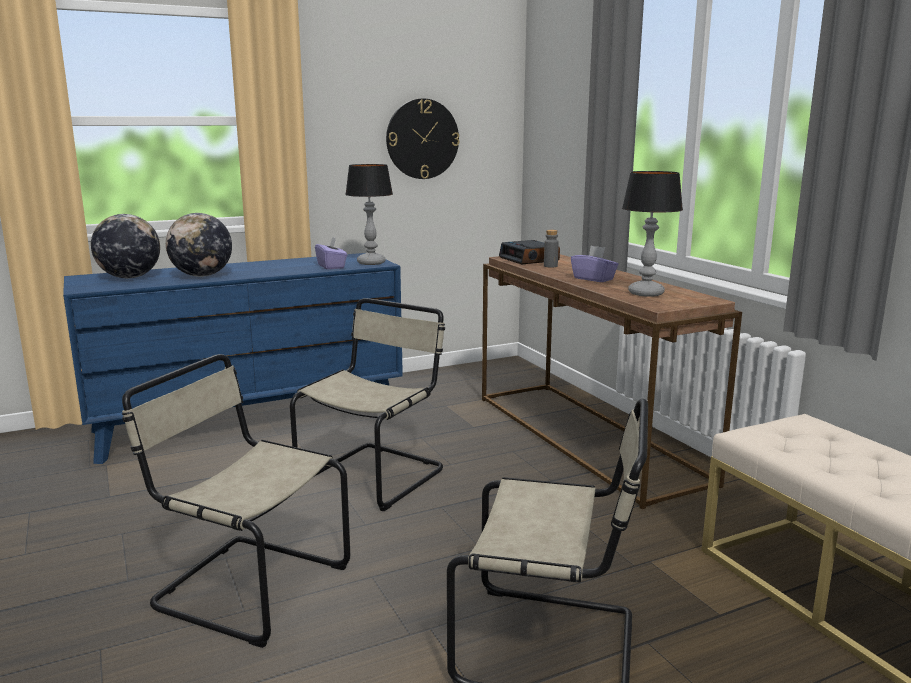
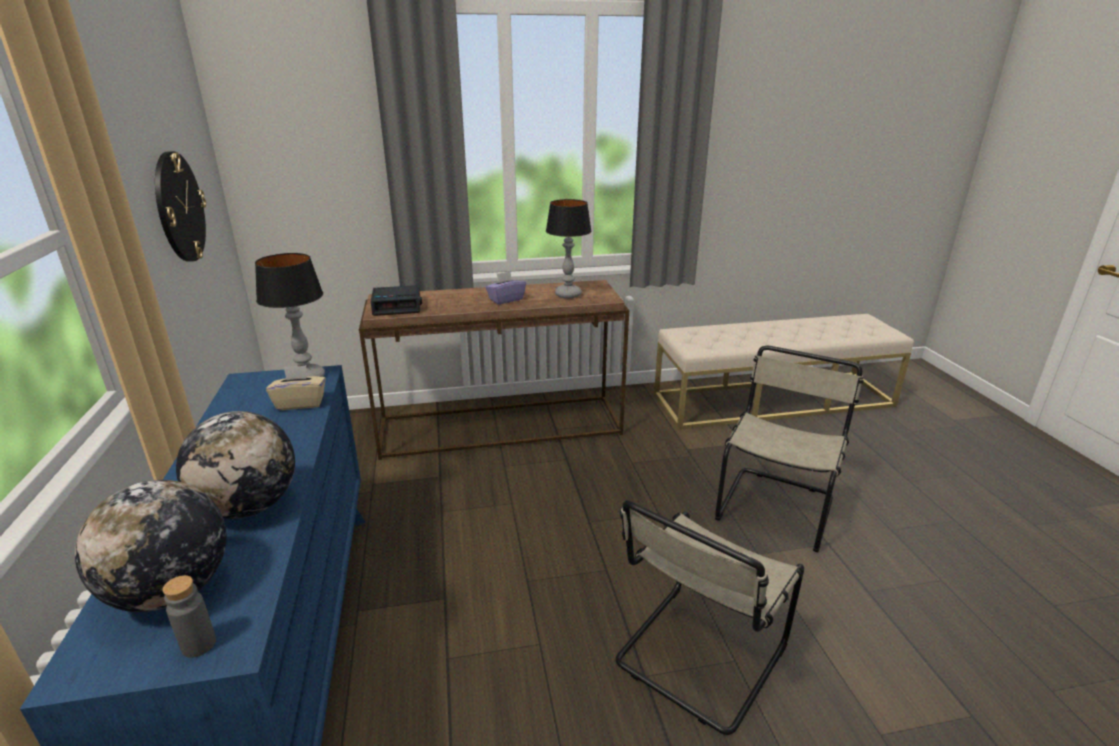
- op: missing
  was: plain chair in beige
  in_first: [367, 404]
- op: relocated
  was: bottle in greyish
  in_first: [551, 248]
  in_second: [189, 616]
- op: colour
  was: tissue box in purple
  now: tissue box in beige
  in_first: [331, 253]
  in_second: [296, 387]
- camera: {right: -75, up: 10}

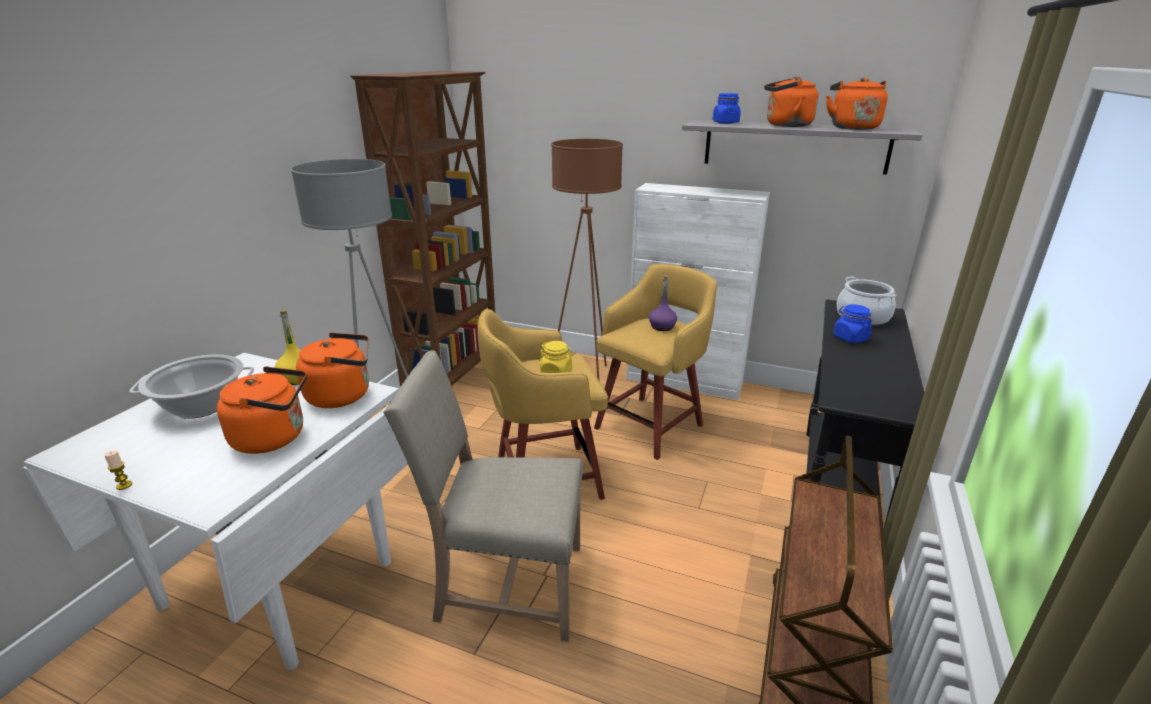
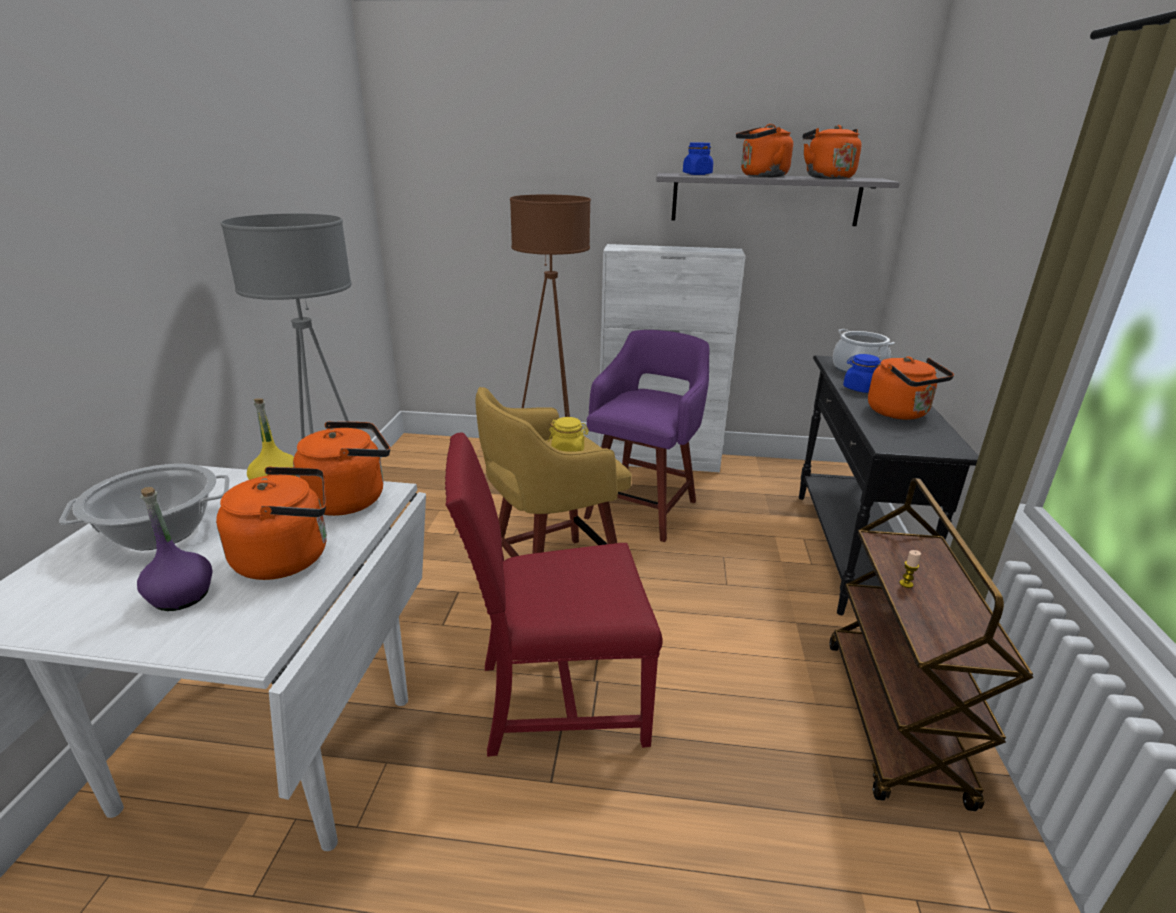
- op: missing
  was: shelving unit in brownish
  in_first: [422, 229]
- op: appeared
  now: water kettle in orangey
  in_second: [911, 388]
- op: relocated
  was: wax light
  in_first: [118, 470]
  in_second: [910, 569]
- op: relocated
  was: bottle in purple
  in_first: [663, 303]
  in_second: [174, 549]
- op: colour
  was: plain chair in beige
  now: plain chair in red
  in_first: [483, 496]
  in_second: [554, 594]
- op: colour
  was: sitting stool in yellowish
  now: sitting stool in purple
  in_first: [655, 362]
  in_second: [646, 436]
- camera: {right: -15, up: 0}

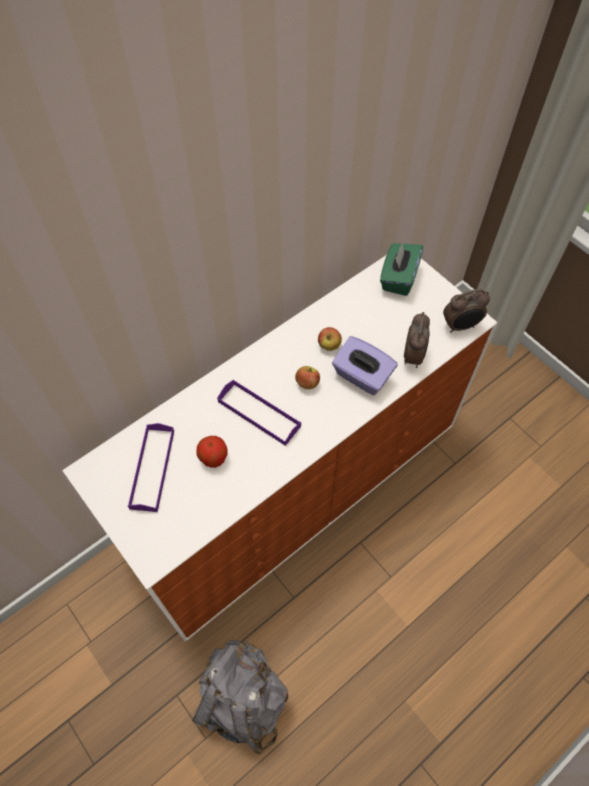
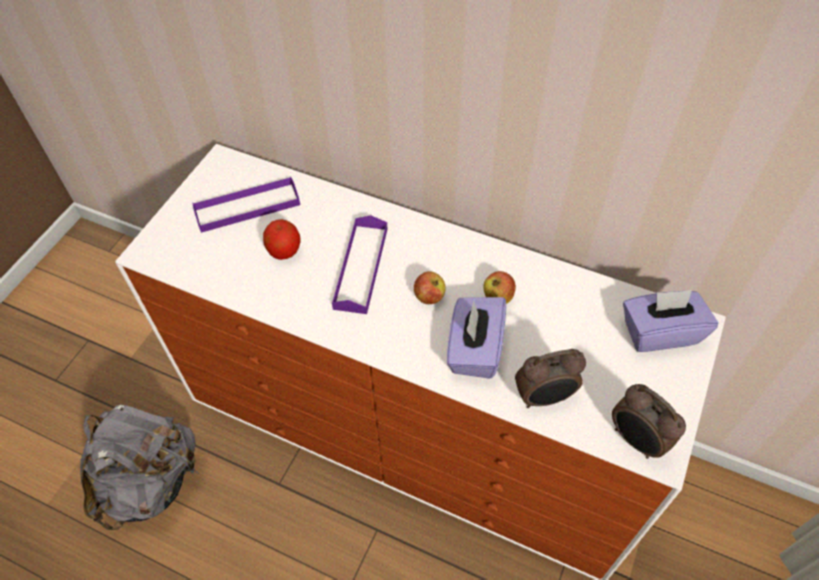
- op: colour
  was: tissue box in green-coloured
  now: tissue box in purple
  in_first: [401, 269]
  in_second: [671, 321]
- camera: {right: 65, up: -5}

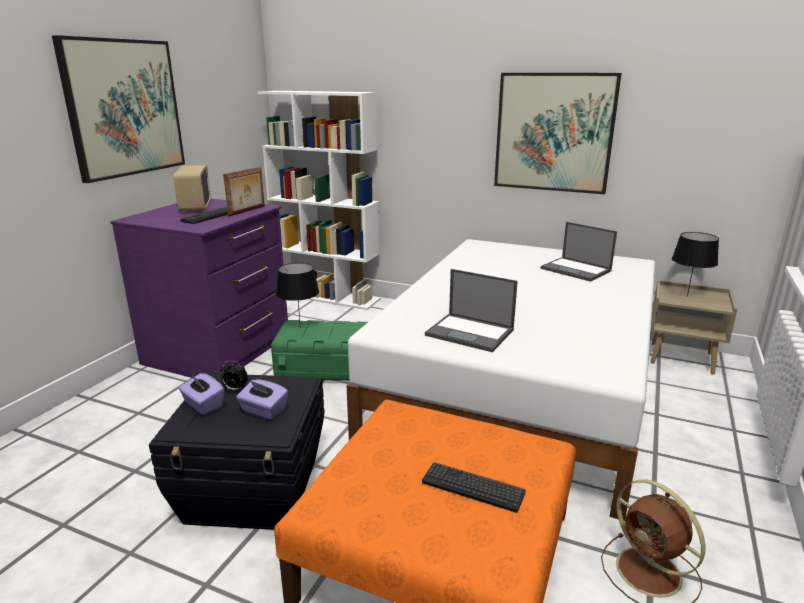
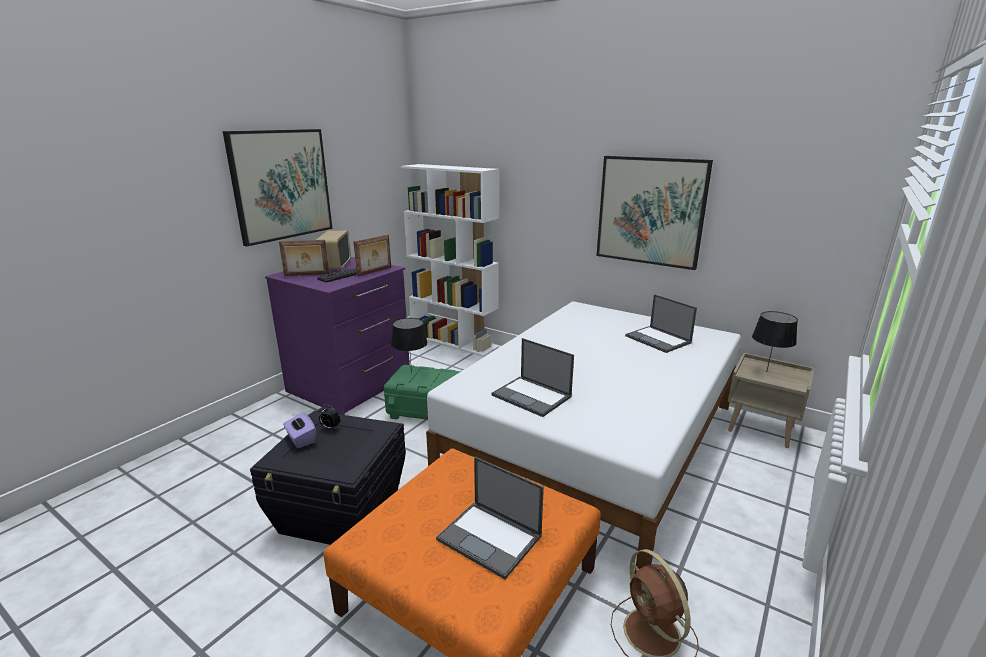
- op: missing
  was: tissue box in purple
  in_first: [262, 399]
- op: appeared
  now: standing frame
  in_second: [304, 258]
- op: exchanged
  was: PC keyboard
  now: portable computer
  in_first: [474, 487]
  in_second: [490, 518]
- camera: {right: 10, up: 0}

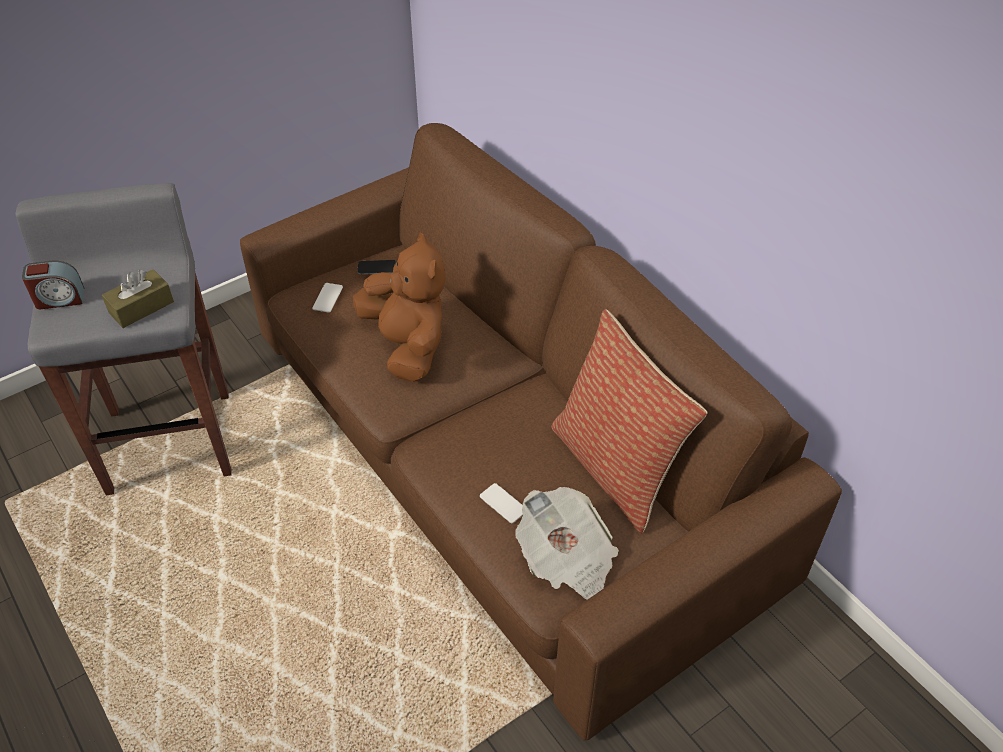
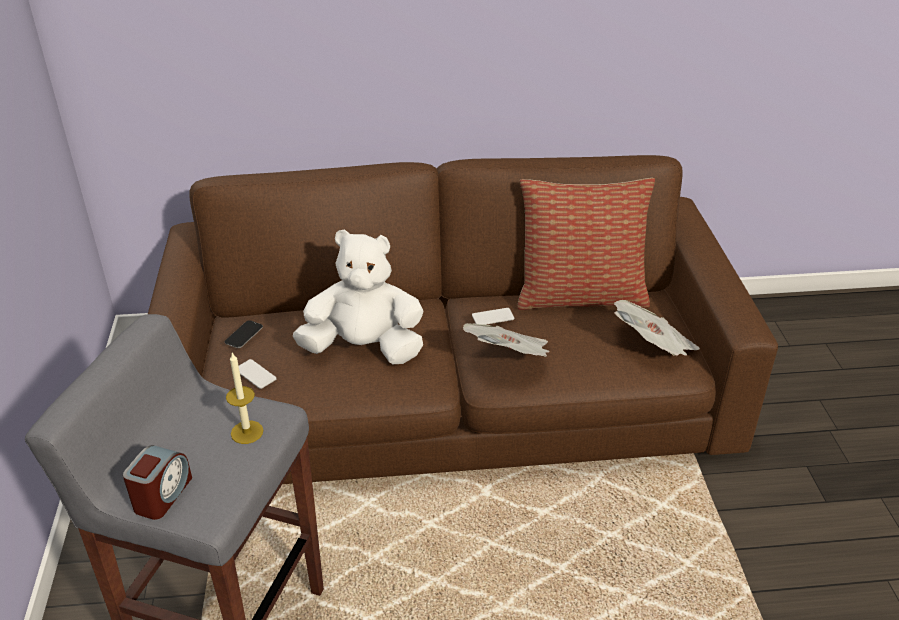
- op: appeared
  now: printed paper
  in_second: [506, 340]
- op: relocated
  was: handset
  in_first: [501, 503]
  in_second: [493, 316]
- op: exchanged
  was: tissue box in brownish
  now: wax light
  in_first: [138, 298]
  in_second: [244, 398]
- op: colour
  was: soft toy in brownish
  now: soft toy in whitish
  in_first: [399, 307]
  in_second: [358, 296]
- camera: {right: -60, up: -10}

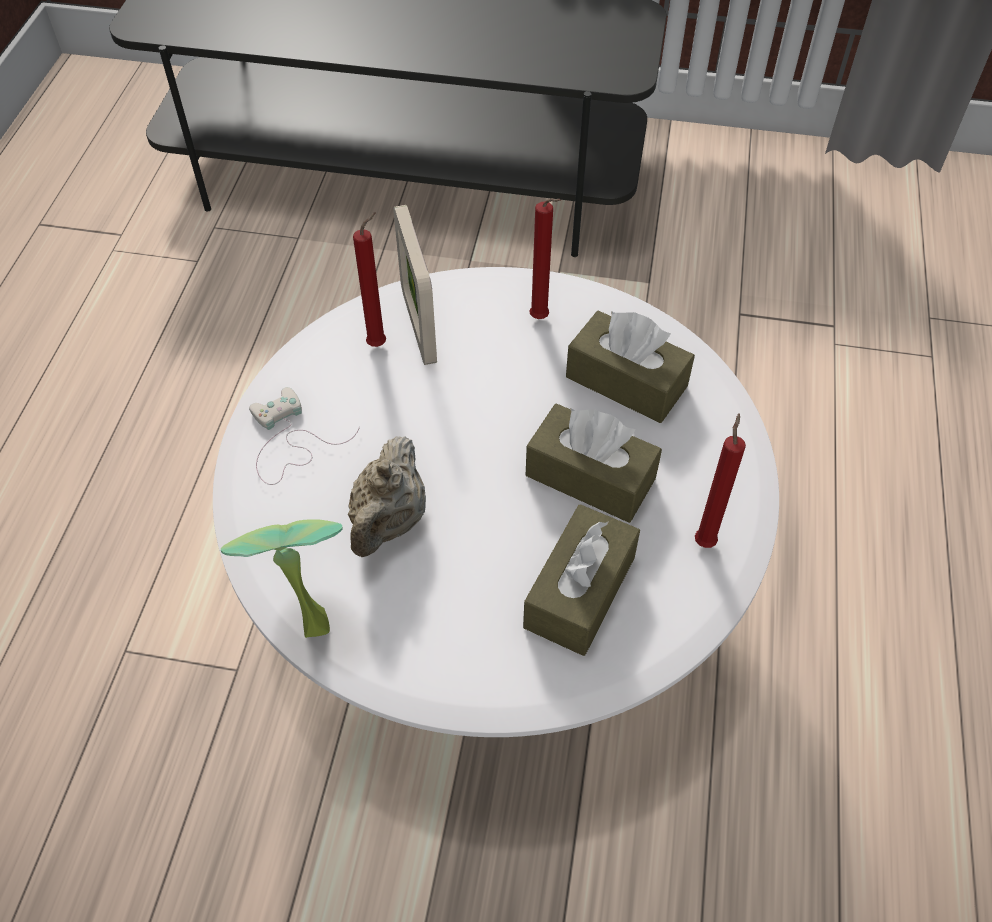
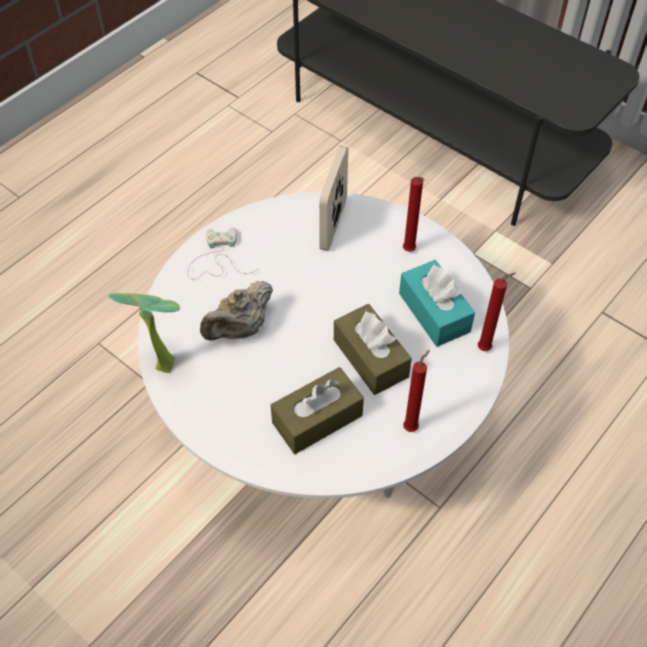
- op: relocated
  was: wax light in red
  in_first: [369, 279]
  in_second: [497, 312]
- op: colour
  was: tissue box in brownish
  now: tissue box in turquoise-coloured
  in_first: [630, 367]
  in_second: [437, 303]
- camera: {right: 30, up: 0}

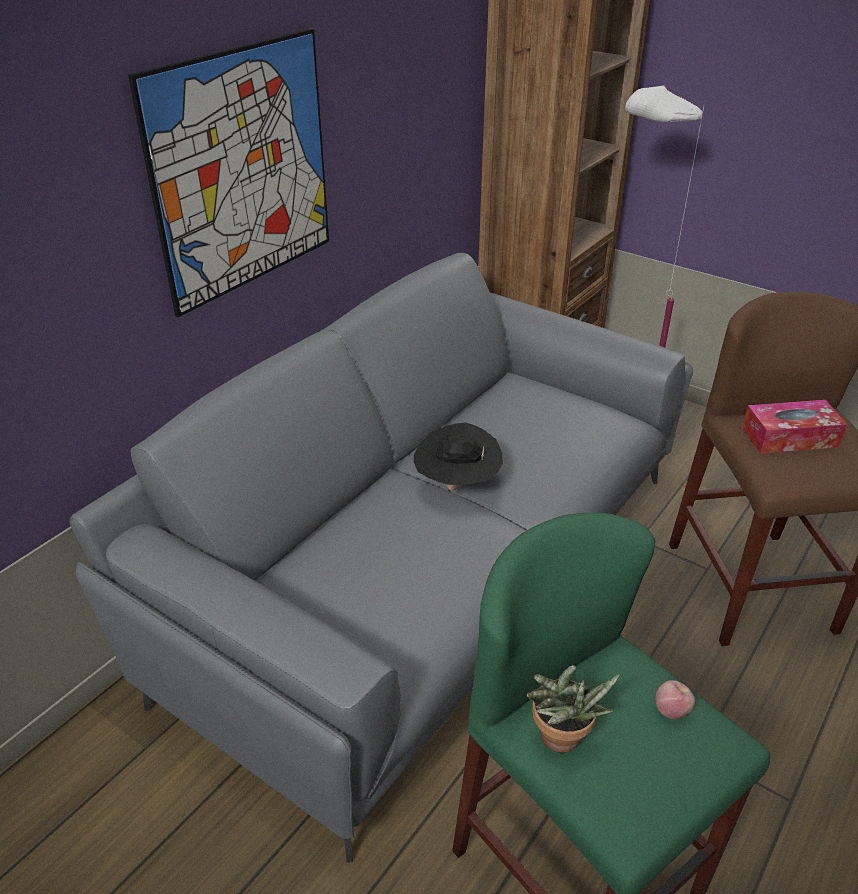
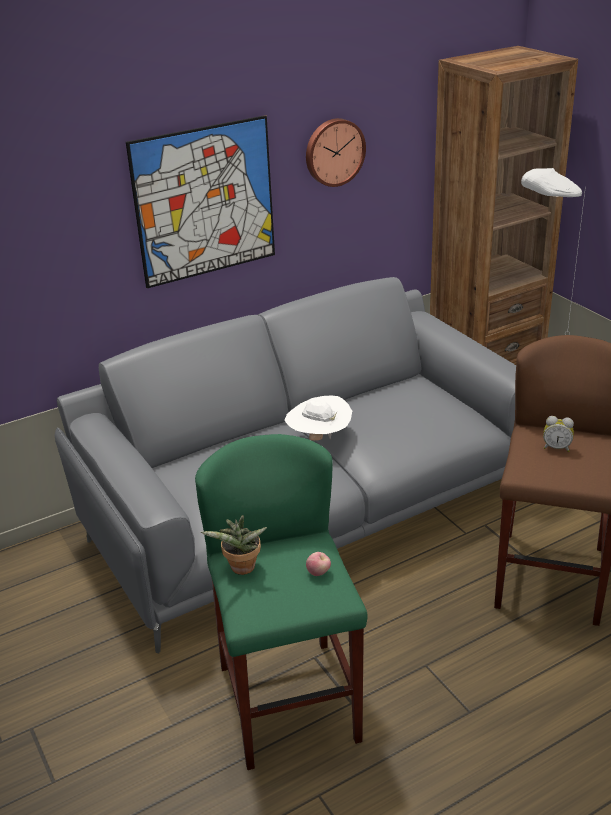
- op: appeared
  now: hanging clock
  in_second: [336, 152]
- op: exchanged
  was: tissue box
  now: alarm clock
  in_first: [794, 427]
  in_second: [558, 434]
- op: colour
  was: hat in black-coloured
  now: hat in whitish
  in_first: [458, 456]
  in_second: [318, 418]
- camera: {right: 25, up: -5}

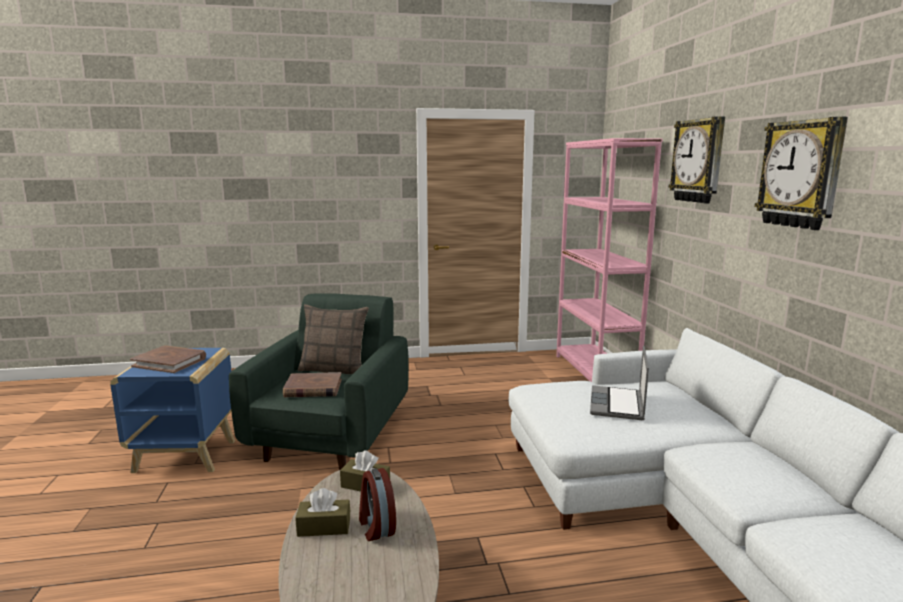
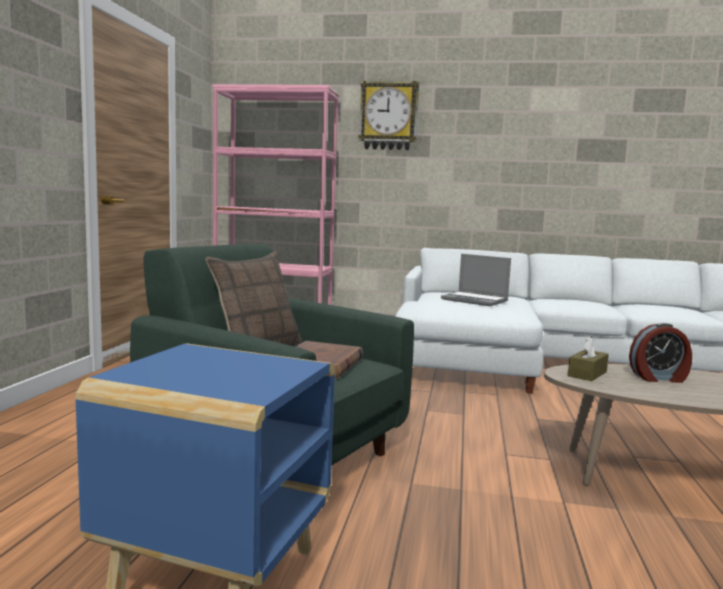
- op: missing
  was: book in brownish
  in_first: [168, 359]
- op: missing
  was: tissue box in brownish
  in_first: [322, 512]
- op: missing
  was: hanging clock
  in_first: [801, 173]
- camera: {right: -70, up: -5}

